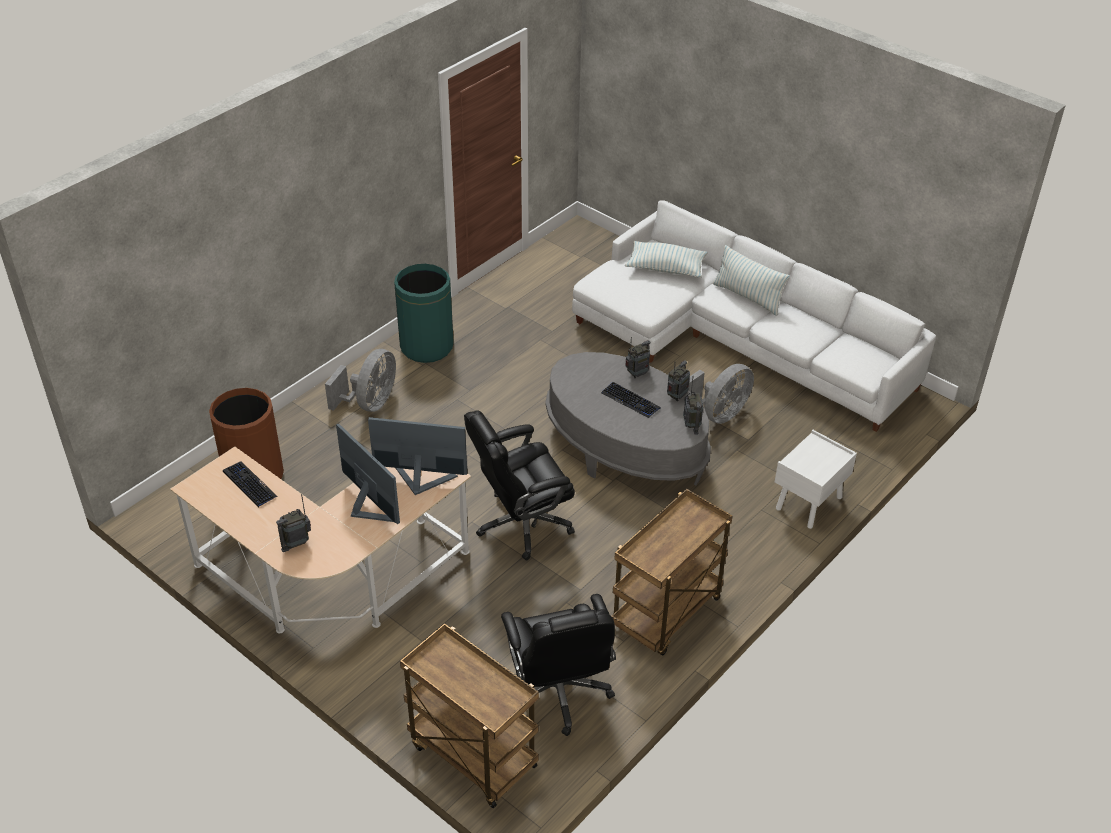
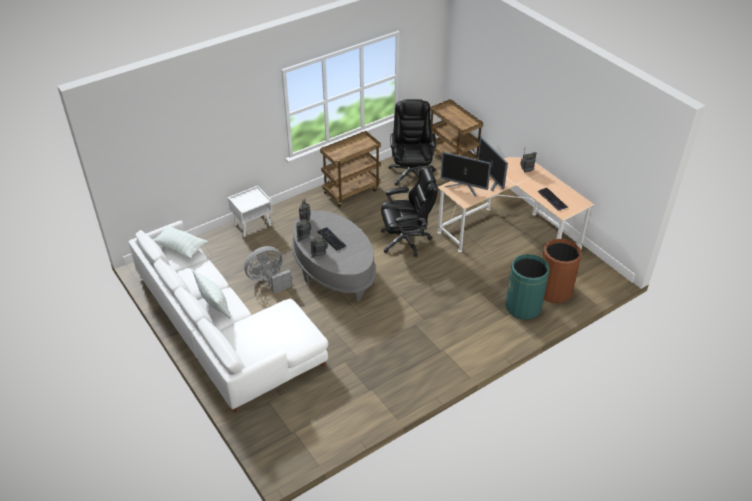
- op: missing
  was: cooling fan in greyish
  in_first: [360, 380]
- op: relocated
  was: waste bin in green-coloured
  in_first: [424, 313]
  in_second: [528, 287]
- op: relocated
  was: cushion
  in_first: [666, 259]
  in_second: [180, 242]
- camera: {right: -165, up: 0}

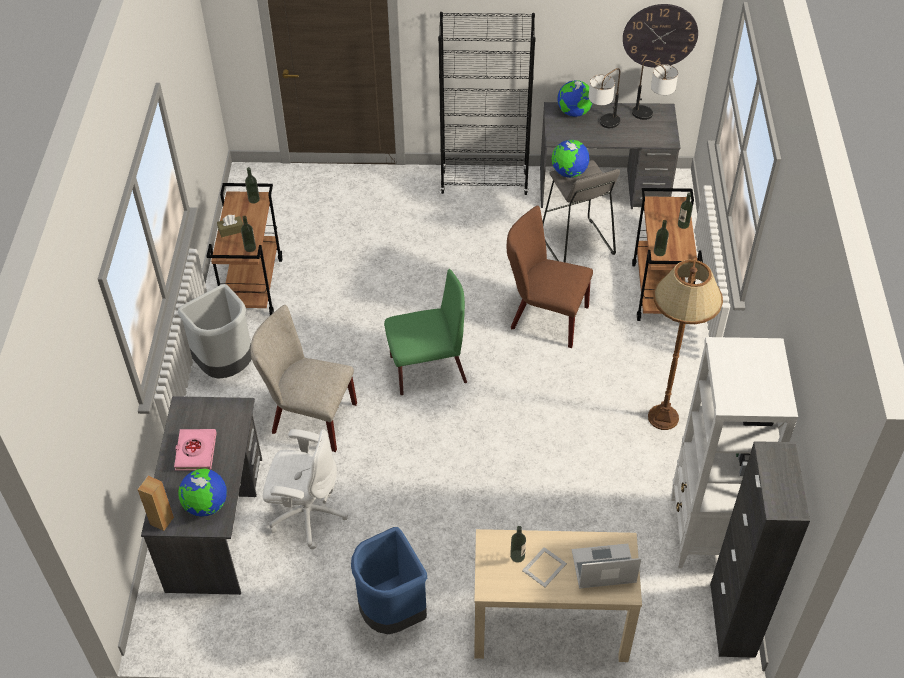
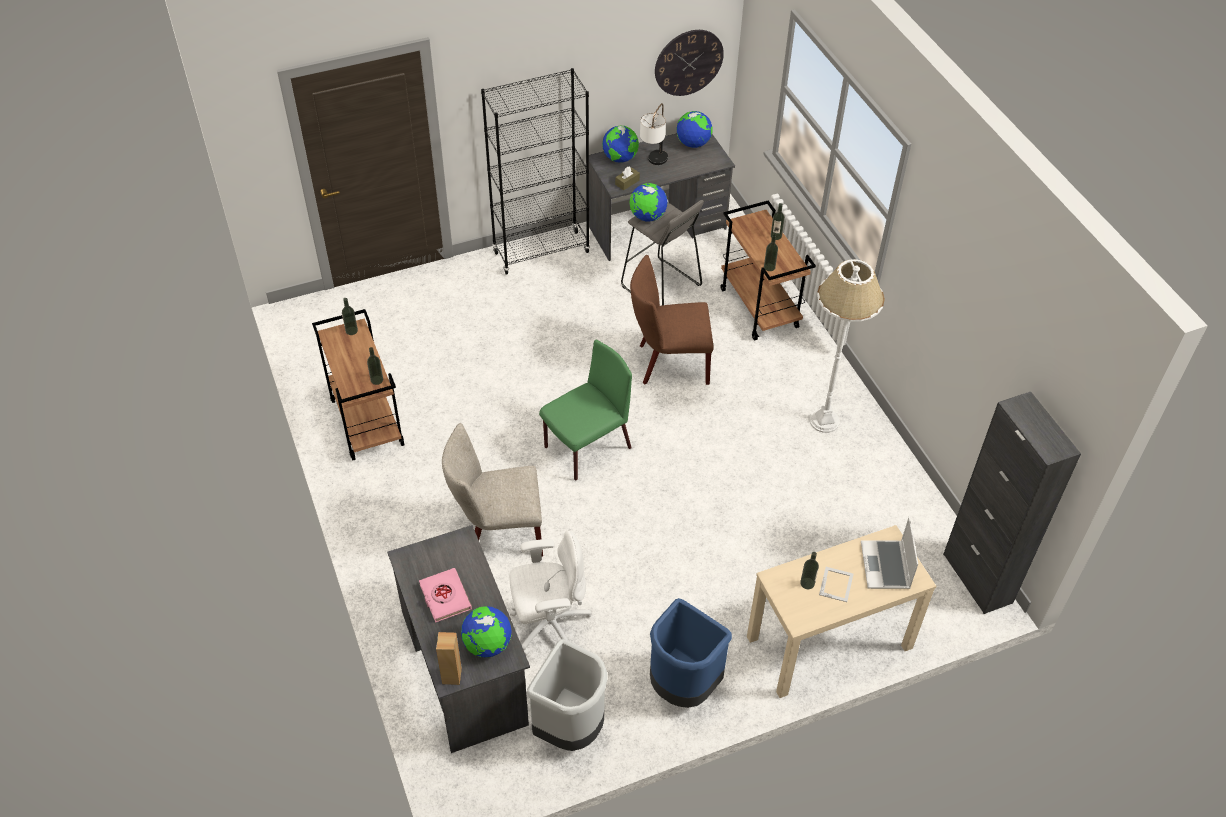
- op: missing
  was: shelving unit in whitish
  in_first: [734, 452]
- op: relocated
  was: waste bin in greyish
  in_first: [215, 331]
  in_second: [567, 695]
- op: relocated
  was: tissue box in brownish
  in_first: [230, 226]
  in_second: [627, 178]
- op: exchanged
  was: lamp for a table
  now: world globe
  in_first: [655, 90]
  in_second: [694, 129]
- op: colour
  was: standard lamp in brownish
  now: standard lamp in whitish
  in_first: [685, 345]
  in_second: [847, 346]
- op: spun
  was: portable computer
  in_first: [607, 566]
  in_second: [889, 553]
  clockwise: -60
- camera: {right: -25, up: 0}

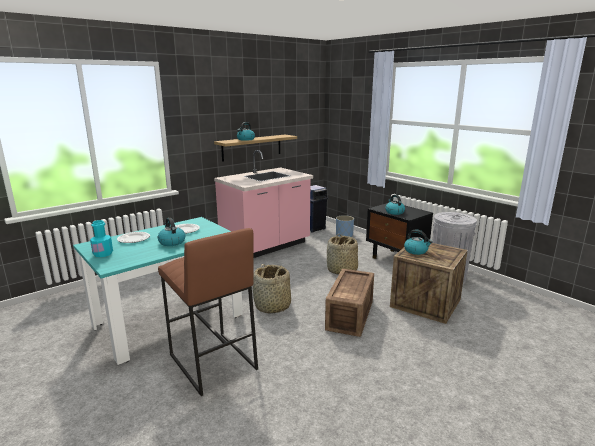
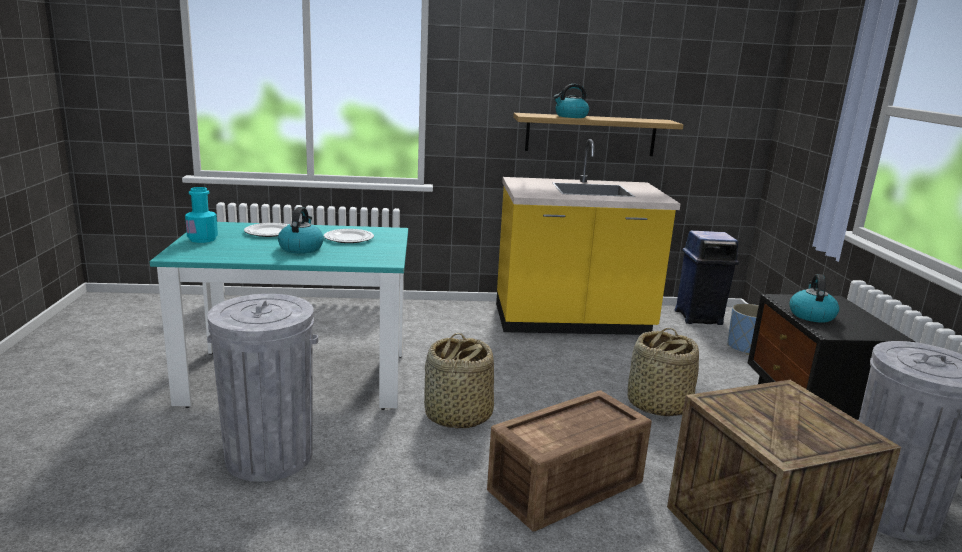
- op: missing
  was: water kettle
  in_first: [418, 242]
- op: exchanged
  was: sitting stool in brownish
  now: waste bin in greyish
  in_first: [208, 312]
  in_second: [262, 388]
- op: colour
  was: counter in pink-coloured
  now: counter in yellowish
  in_first: [263, 204]
  in_second: [588, 237]
- camera: {right: 35, up: 0}

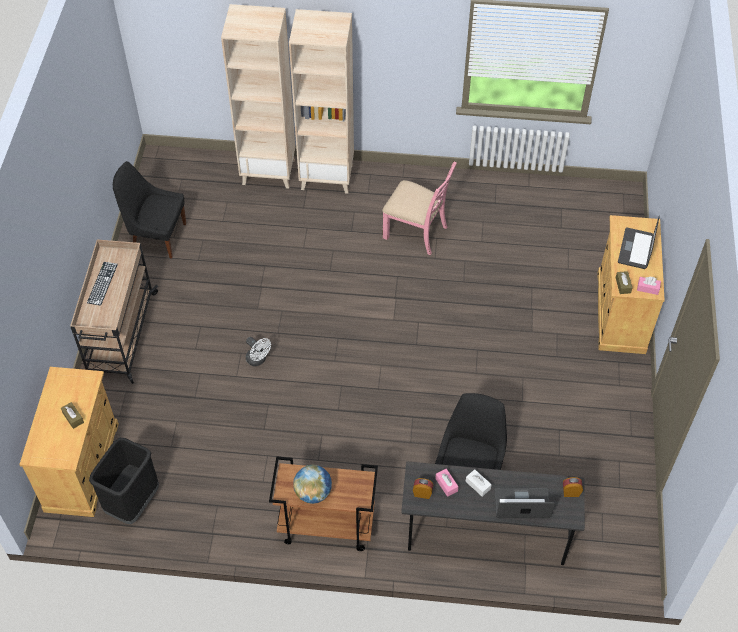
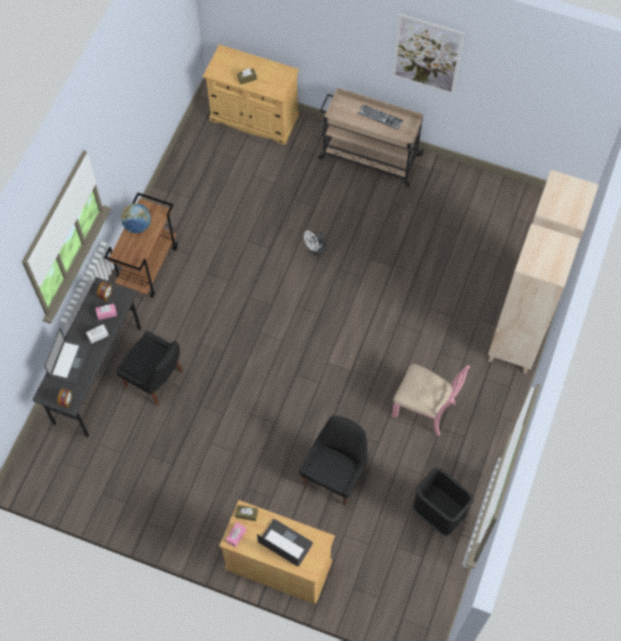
- op: appeared
  now: picture
  in_second: [428, 54]
- op: relocated
  was: waste bin in black-coloured
  in_first: [124, 481]
  in_second: [443, 502]
- op: relocated
  was: plain chair in black-coloured
  in_first: [149, 210]
  in_second: [333, 461]
- op: spun
  was: plain chair in pink-coloured
  in_first: [419, 208]
  in_second: [431, 400]
  clockwise: -105
- camera: {right: 105, up: 10}

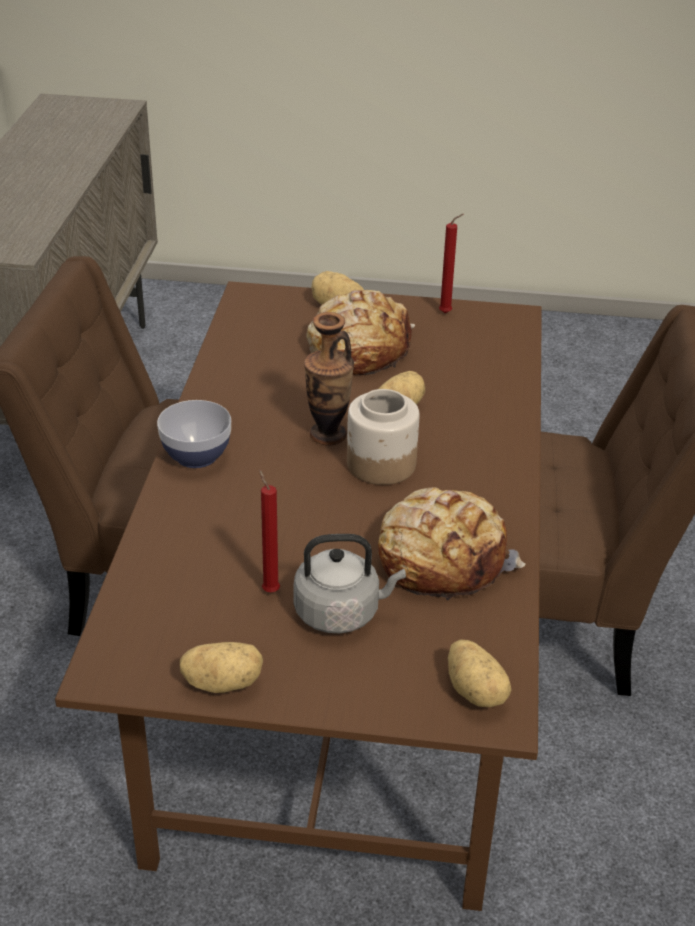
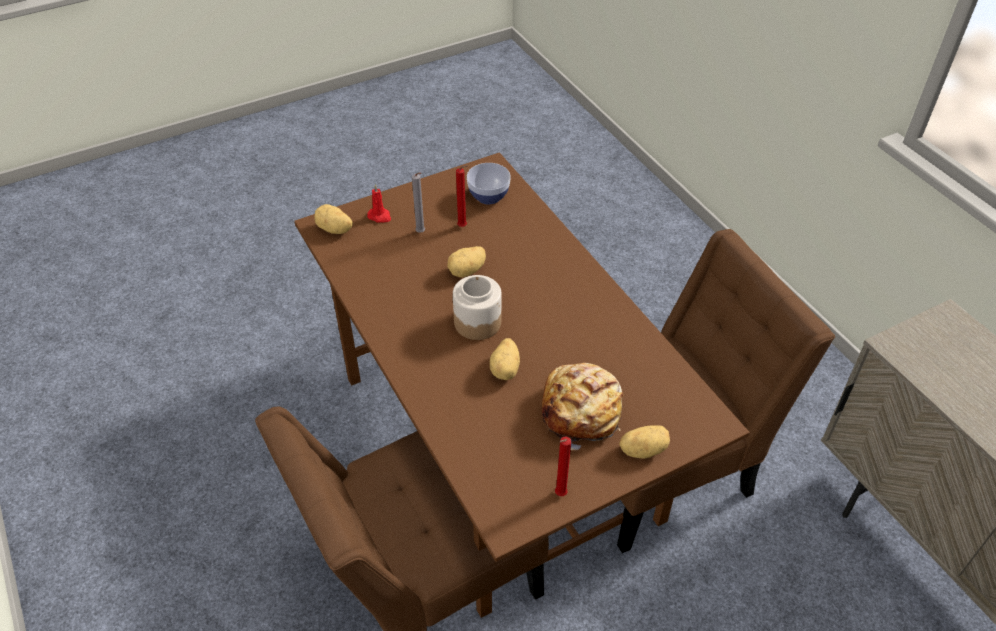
- op: missing
  was: vase
  in_first: [329, 379]
- op: missing
  was: baked bread
  in_first: [452, 544]
- op: appeared
  now: wax light in red
  in_second: [379, 203]
- op: relocated
  was: bowl
  in_first: [194, 434]
  in_second: [489, 183]
- op: relocated
  was: whole potato
  in_first: [221, 667]
  in_second: [466, 261]
- op: exchanged
  was: water kettle in greyish
  now: wax light in greyish
  in_first: [349, 584]
  in_second: [418, 203]
- camera: {right: 145, up: 10}

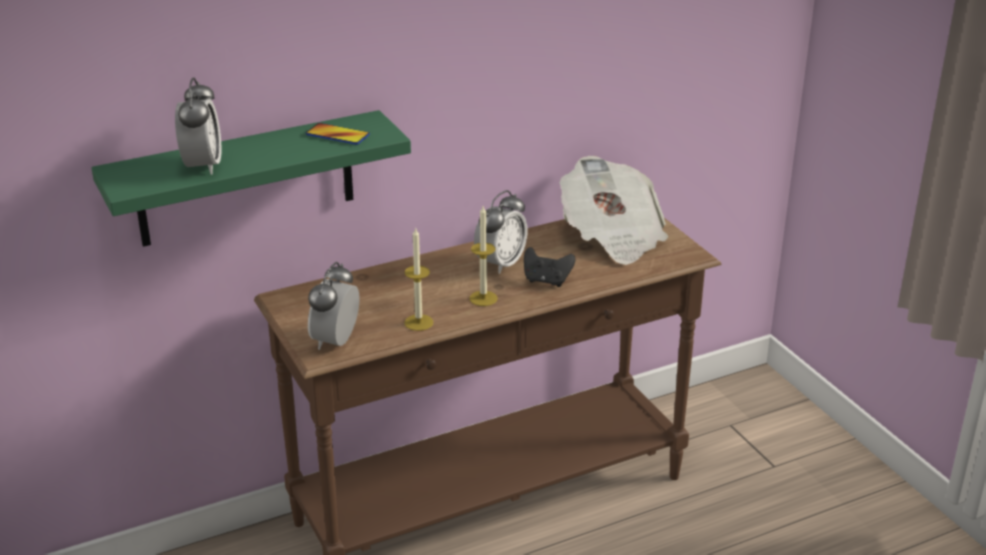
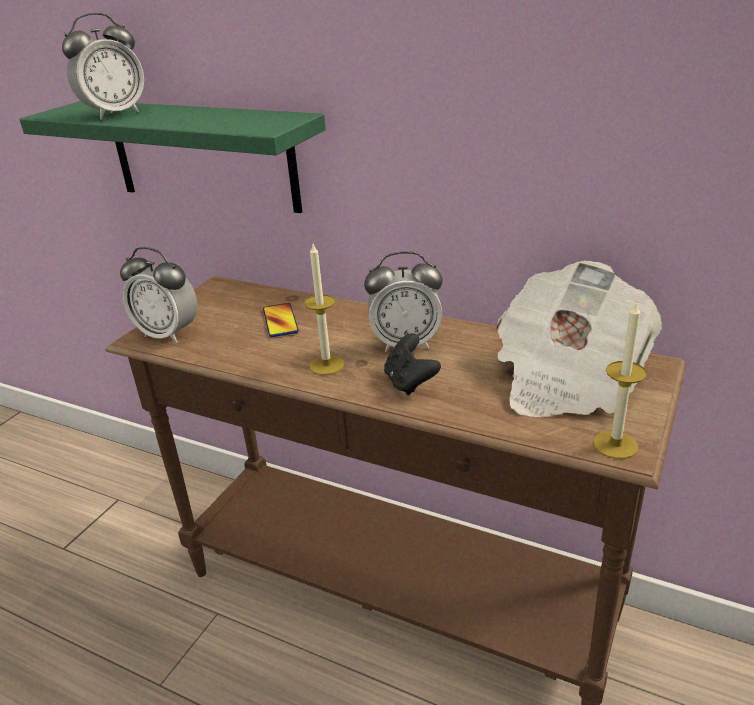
- op: relocated
  was: handset
  in_first: [338, 134]
  in_second: [281, 320]
- op: relocated
  was: wax light
  in_first: [419, 279]
  in_second: [620, 380]
- op: spun
  was: alarm clock
  in_first: [333, 306]
  in_second: [158, 295]
  clockwise: -135
- camera: {right: 55, up: 0}

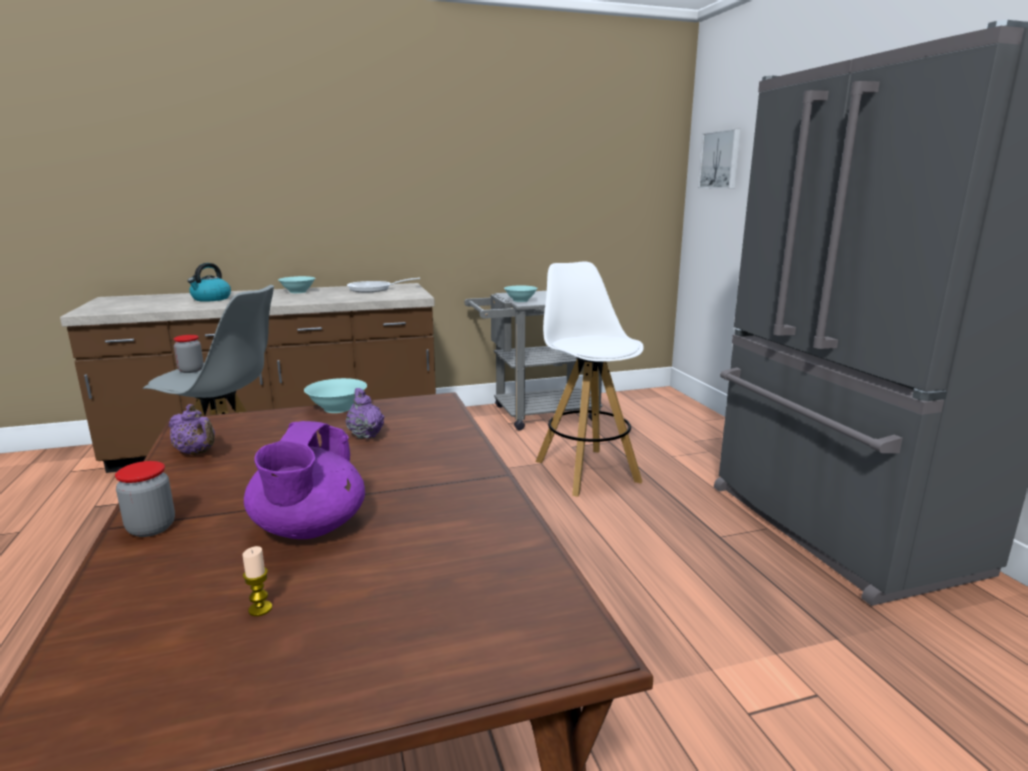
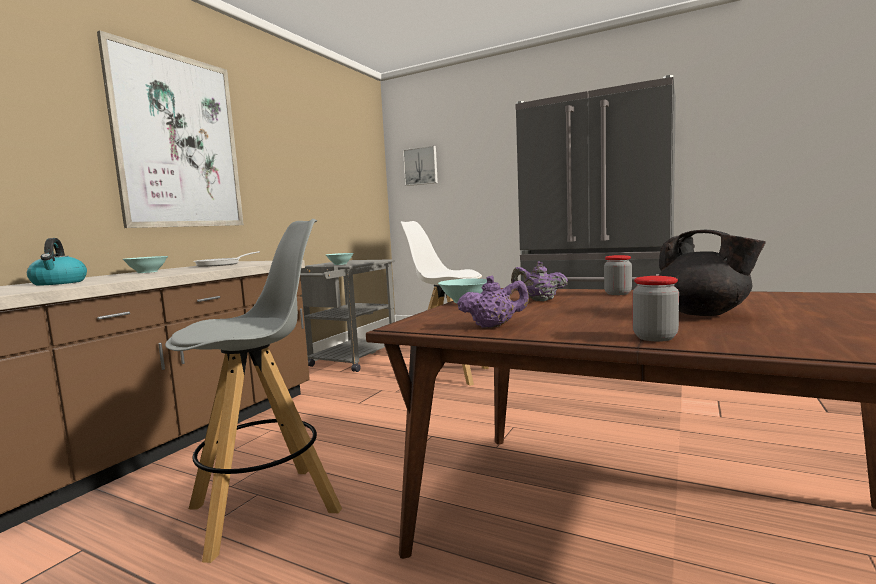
- op: missing
  was: wax light
  in_first: [257, 581]
- op: appeared
  now: picture
  in_second: [170, 129]
- op: relocated
  was: storage jar
  in_first: [188, 354]
  in_second: [618, 275]
- op: colour
  was: tea pot in purple
  now: tea pot in black-coloured
  in_first: [304, 480]
  in_second: [712, 273]
- camera: {right: -45, up: -10}

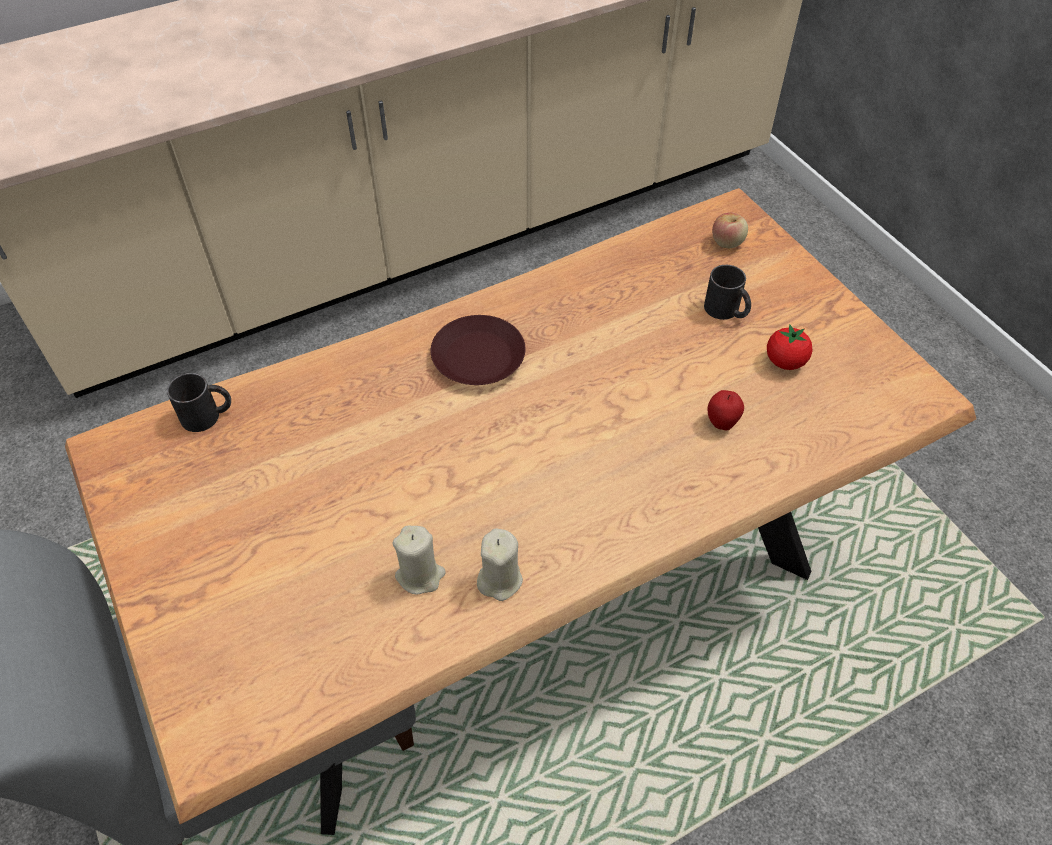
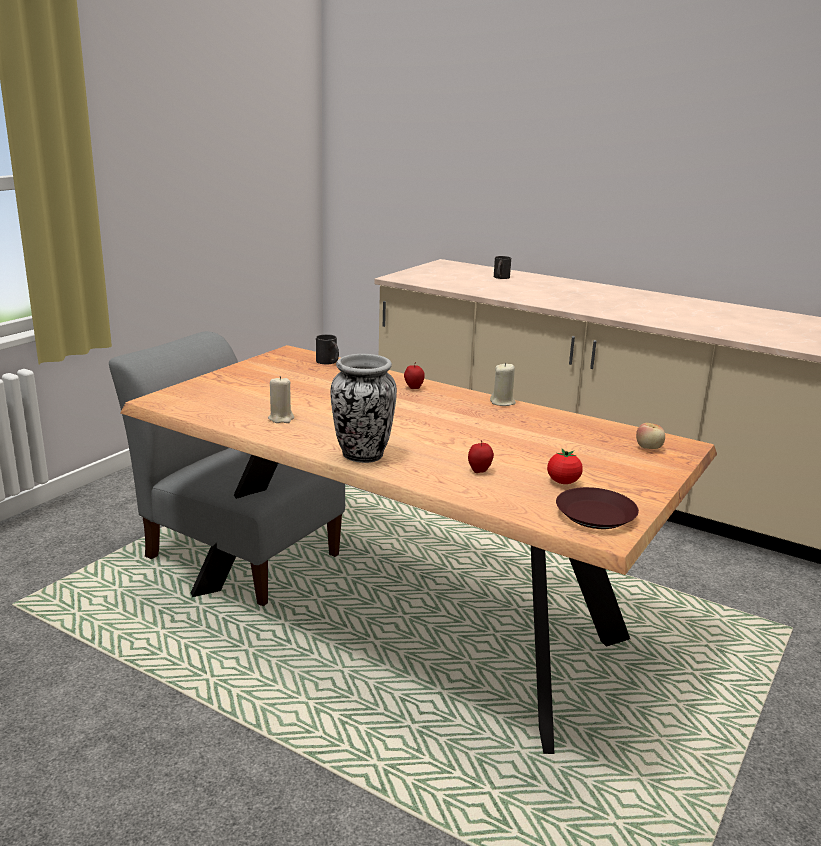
- op: appeared
  now: vase
  in_second: [363, 408]
- op: appeared
  now: apple fruit
  in_second: [414, 375]
- op: relocated
  was: flat dish in brownish
  in_first: [478, 350]
  in_second: [597, 508]
- op: relocated
  was: wax light in beige
  in_first: [500, 564]
  in_second: [503, 384]
- op: relocated
  was: tea mug in black-coloured
  in_first: [727, 292]
  in_second: [502, 267]
- camera: {right: 60, up: -30}

